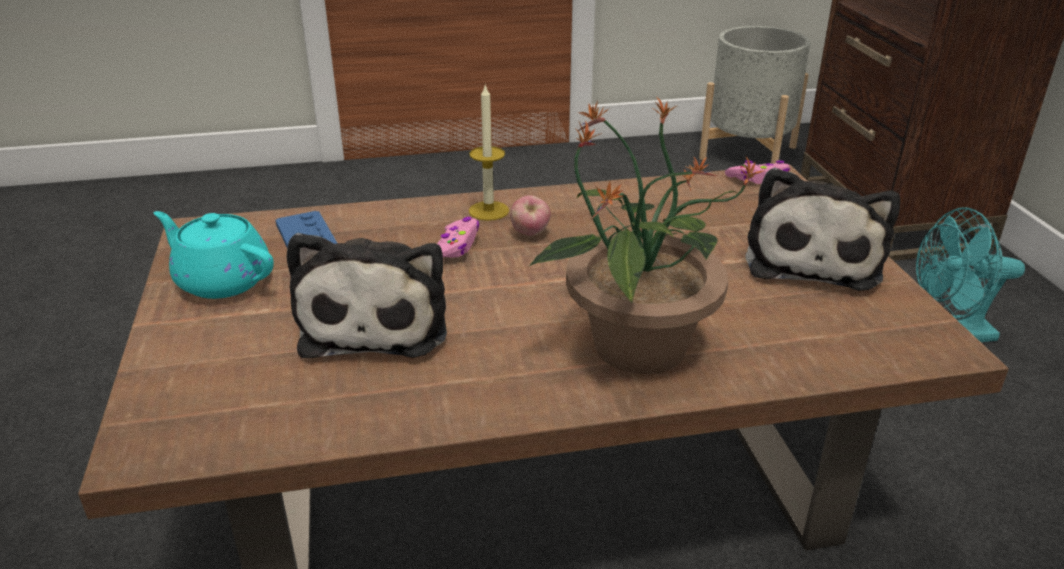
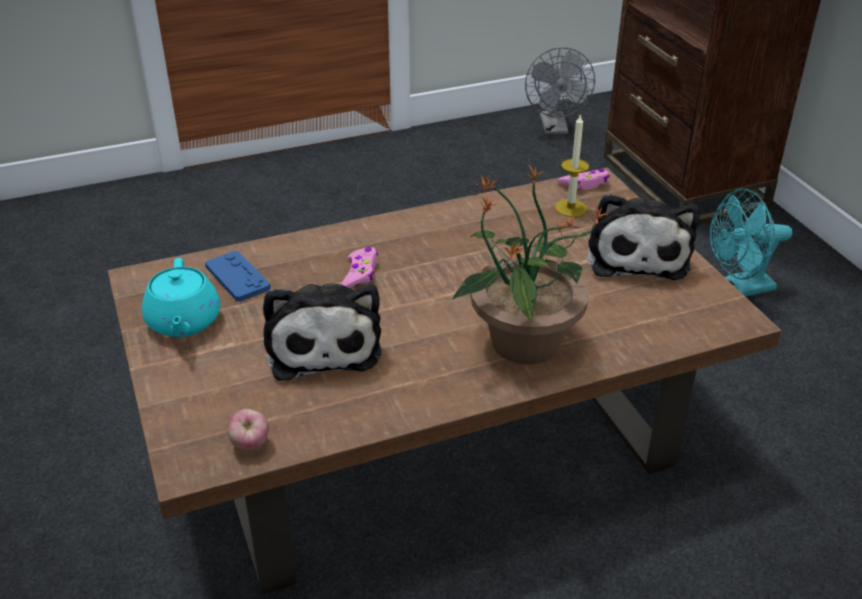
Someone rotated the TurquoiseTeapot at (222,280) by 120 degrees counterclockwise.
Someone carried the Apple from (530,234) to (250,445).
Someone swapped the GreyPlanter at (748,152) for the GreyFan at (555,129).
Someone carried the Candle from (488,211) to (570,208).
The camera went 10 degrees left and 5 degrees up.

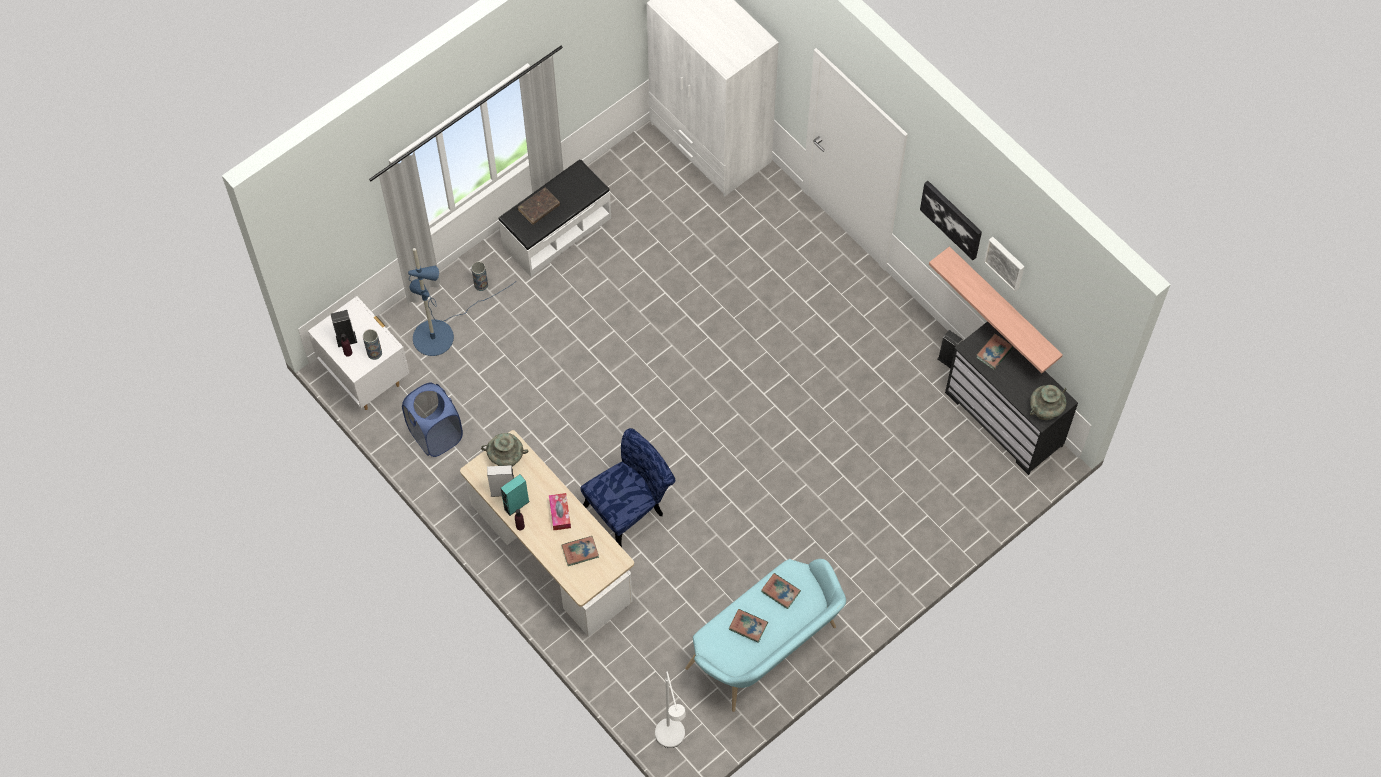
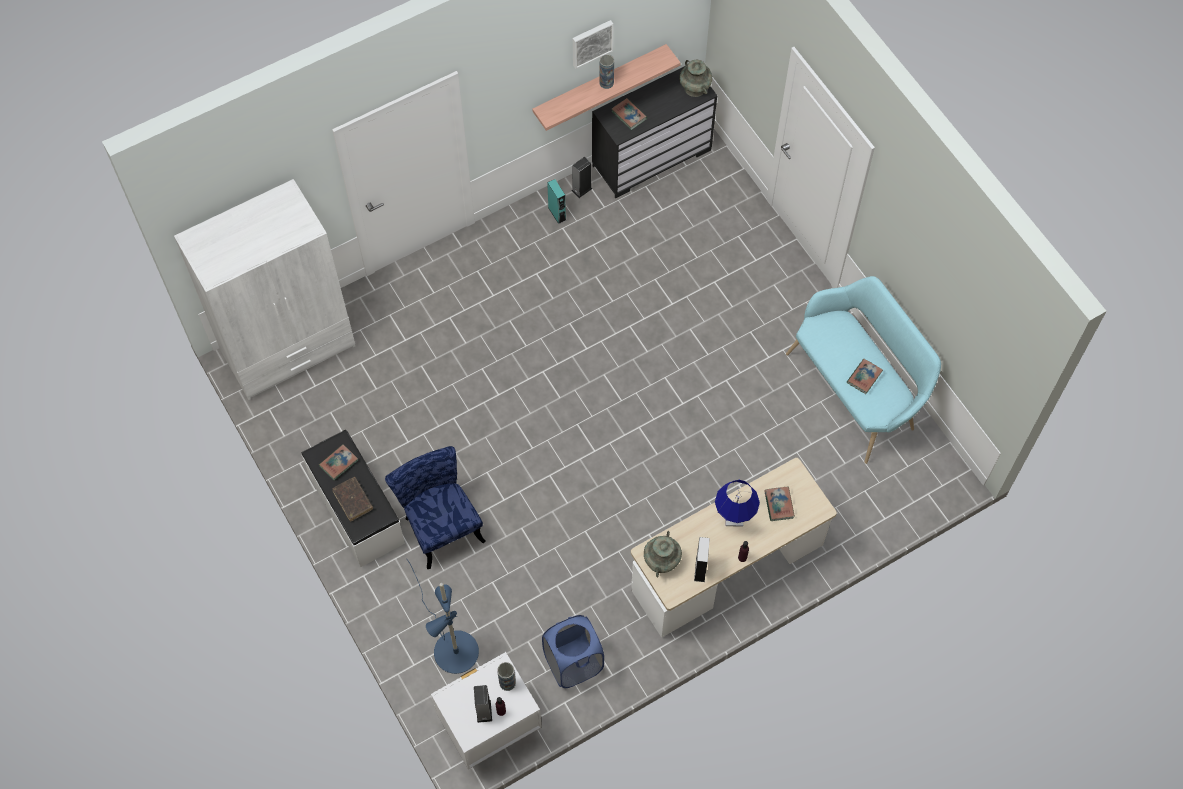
Someone carried the Book from (780,592) to (338,463).
Someone carried the BlueChair from (630,508) to (440,524).
Someone carried the TurquoiseSpeaker from (516,505) to (557,214).
Someone carried the Vase from (481,284) to (606,82).
Someone swapped the TissueBox at (560,514) for the BlueTableLamp at (734,518).
Someone took away the WhiteFloorLamp at (672,741).
Someone took away the Picture at (952,219).
The camera went 80 degrees left and 0 degrees up.

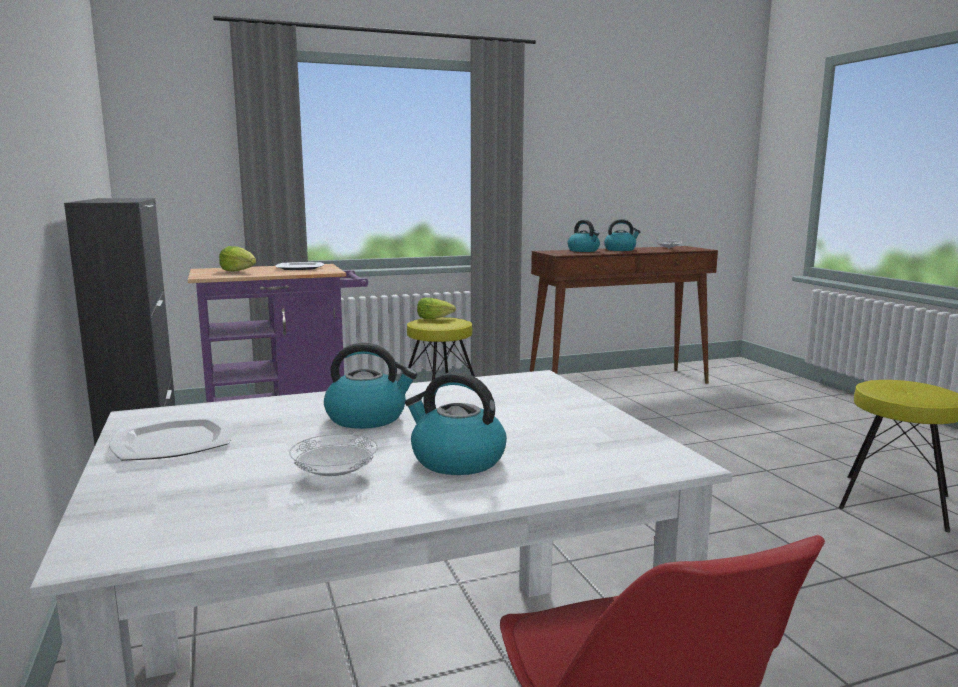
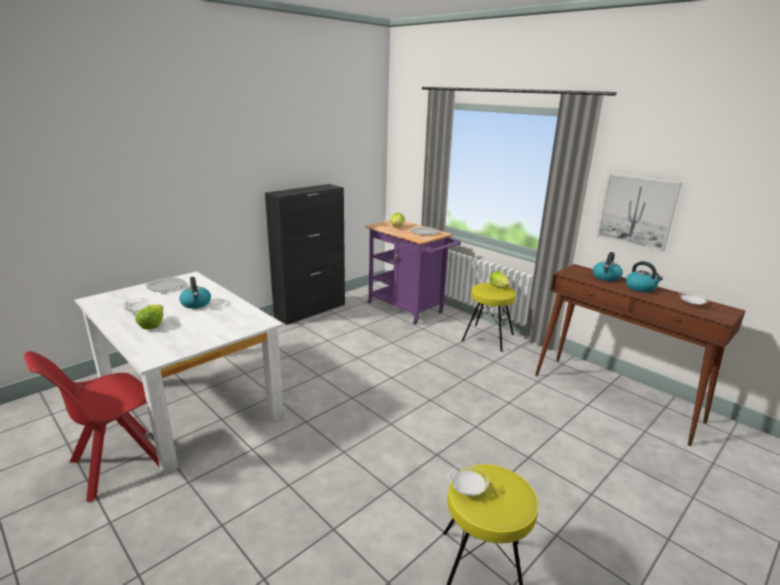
Someone swapped the Kettle at (456,460) for the Lettuce at (152,324).
Someone put down the WhitePlate at (468,489).
Someone put up the Picture at (637,211).
The camera went 65 degrees right and 10 degrees up.

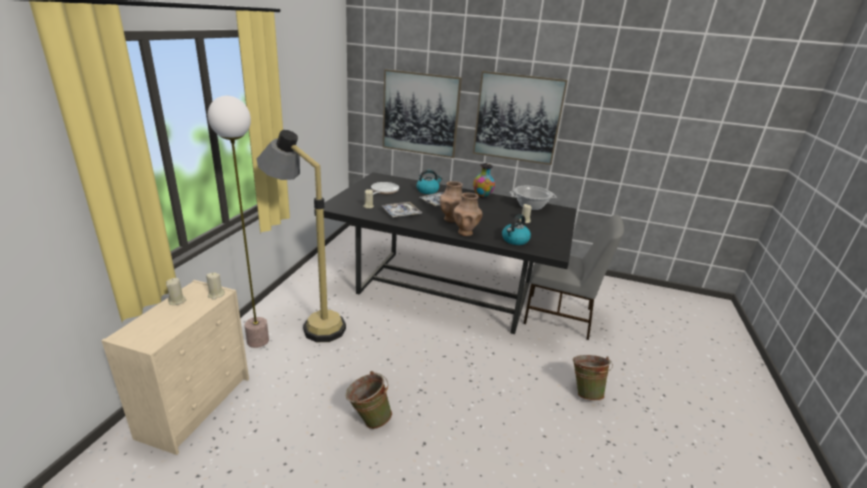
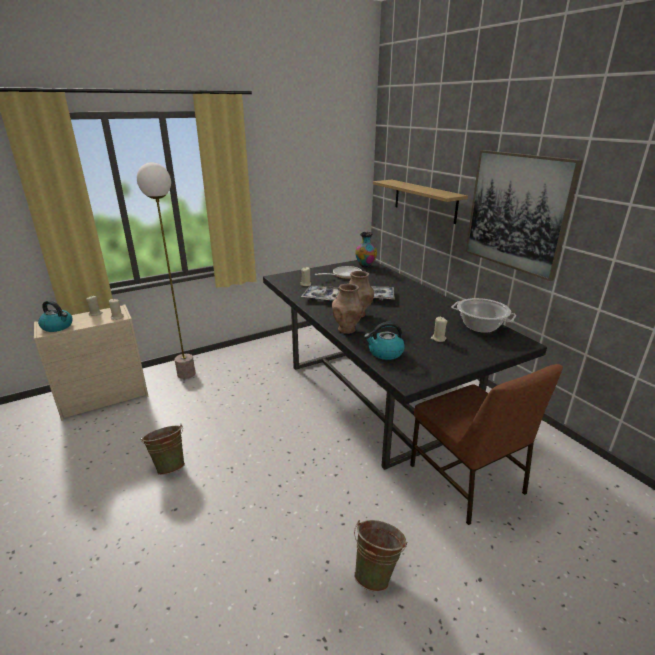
Someone carried the Kettle from (428,190) to (58,326).
Someone carried the Vase from (482,196) to (365,265).
Someone swapped the Picture at (420,114) for the Shelf at (425,201).
Someone repainted the GreyChair at (559,316), which became the BrownChair at (467,480).
Someone took away the FloorLamp at (309,323).
The camera went 45 degrees right and 0 degrees up.

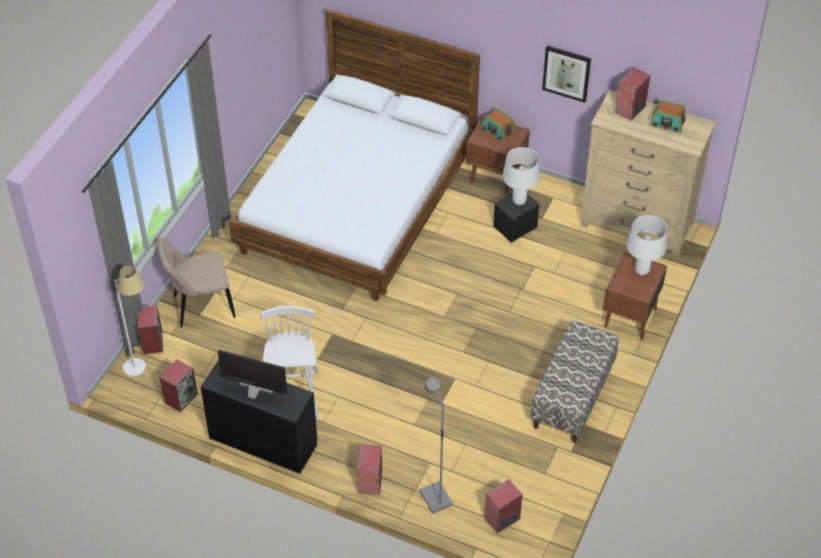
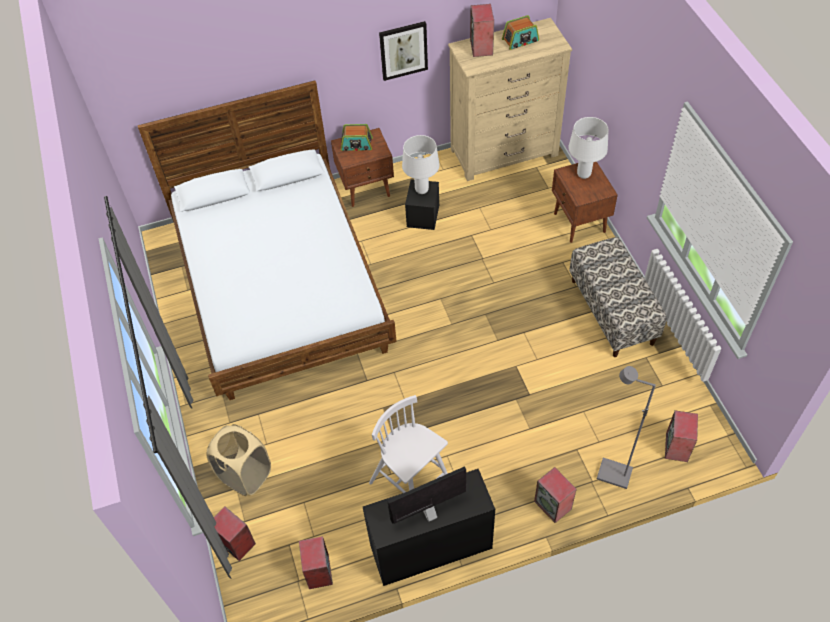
Someone swapped the BeigeChair at (200,307) for the BeigeLaundryBasket at (245,475).
Someone took away the WhiteFloorLamp at (143,371).
The camera went 40 degrees left and 5 degrees up.

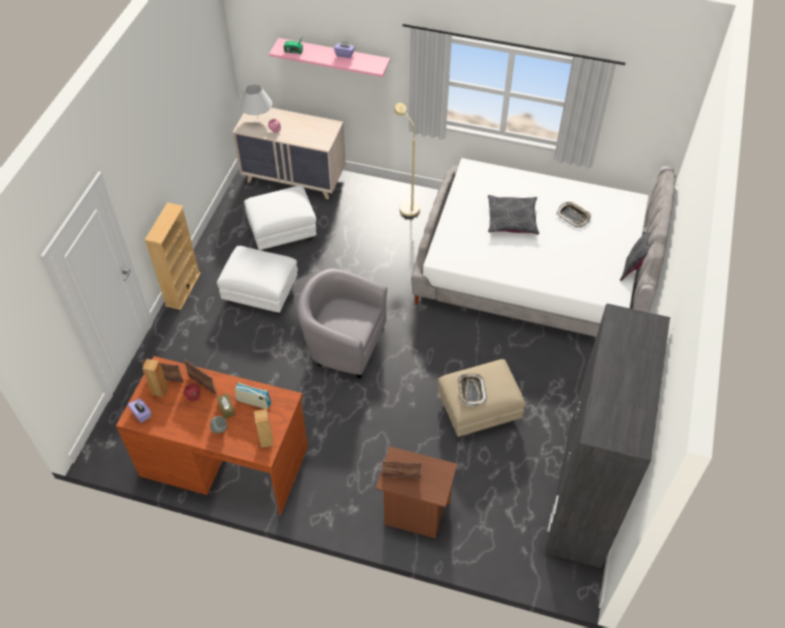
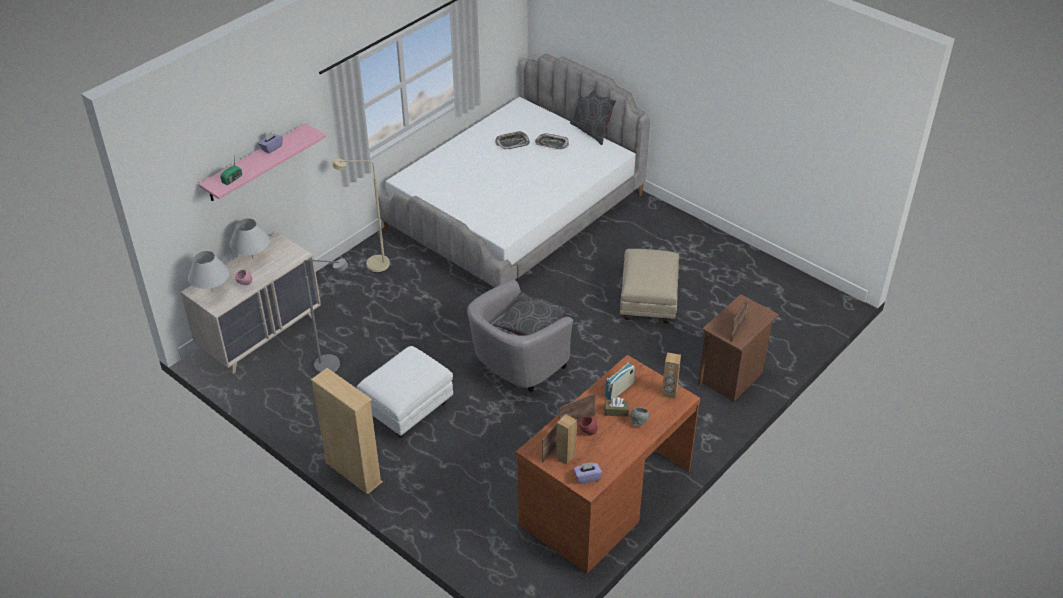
Someone put down the WhiteTableLamp at (253,258).
Someone swapped the WhiteOttoman at (283,232) for the GreyFloorLamp at (334,366).
Someone carried the GreyPillow from (512,219) to (531,323).
Someone carried the Tray from (471,391) to (551,144).
Someone took away the GreyWardrobe at (584,495).
The camera went 65 degrees left and 10 degrees down.

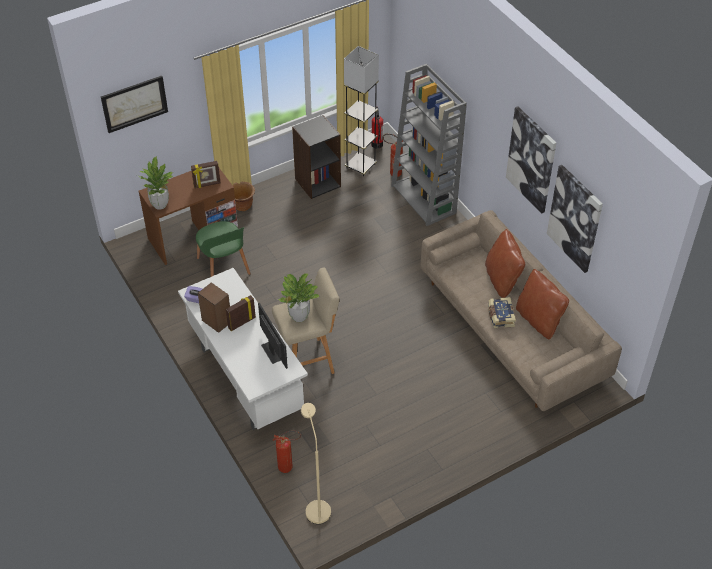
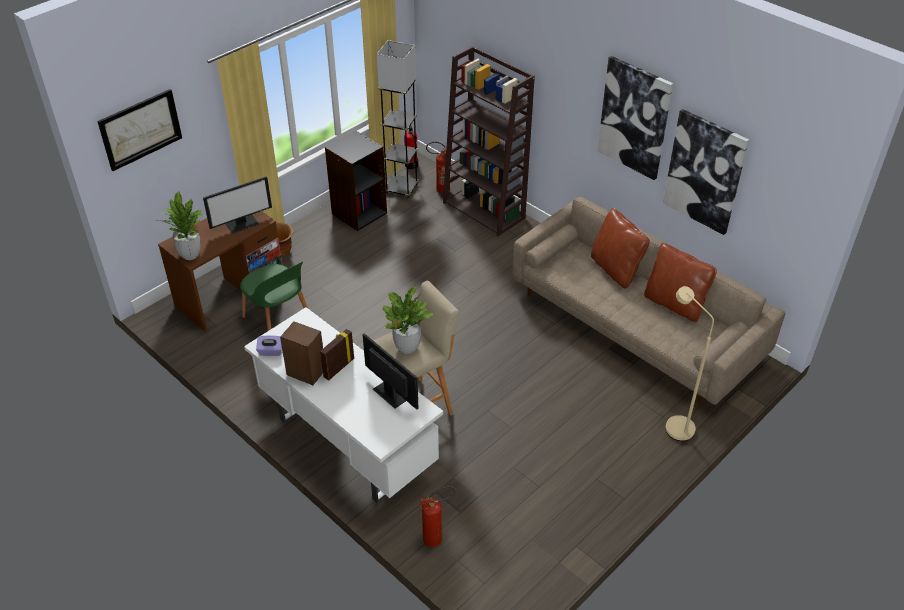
Someone swapped the PictureFrame at (207,184) for the Monitor at (242,223).
Someone repainted the GreyBookcase at (424,199), which became the BrownBookcase at (484,210).
Someone carried the BeigeFloorLamp from (316,506) to (674,424).
Someone took away the Book at (500,316).
The camera went 15 degrees left and 5 degrees down.

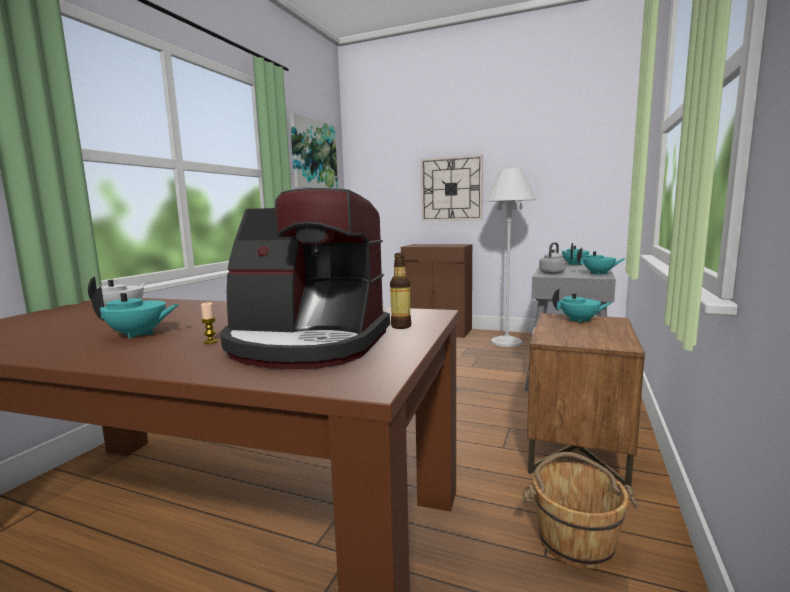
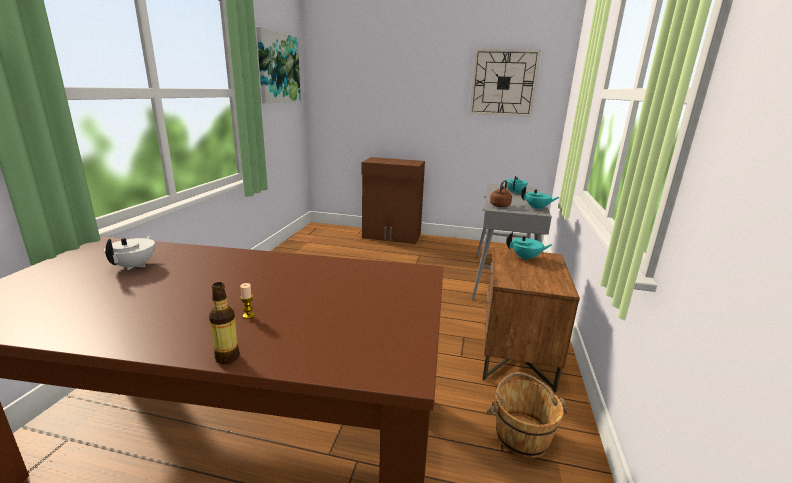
Someone carried the Bottle from (401,326) to (227,357).
Someone carried the WallClock from (451,189) to (503,83).
Someone repainted the GreyKettle at (552,273), which became the BrownKettle at (500,205).
Someone took away the TurquoiseTeapot at (138,334).
Someone took away the CoffeeMachine at (307,344).
Someone took away the WhiteFloorLamp at (506,342).
The camera went 10 degrees left and 10 degrees up.

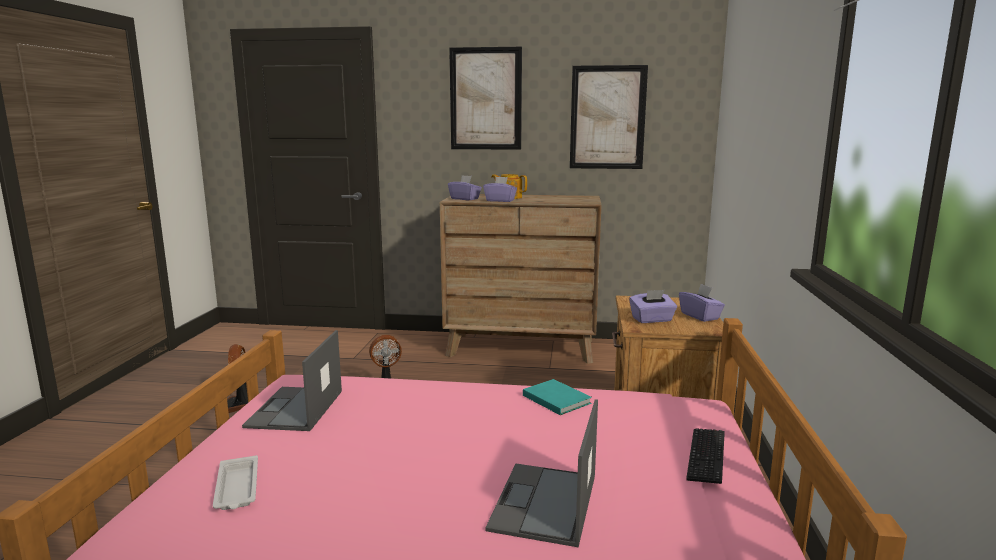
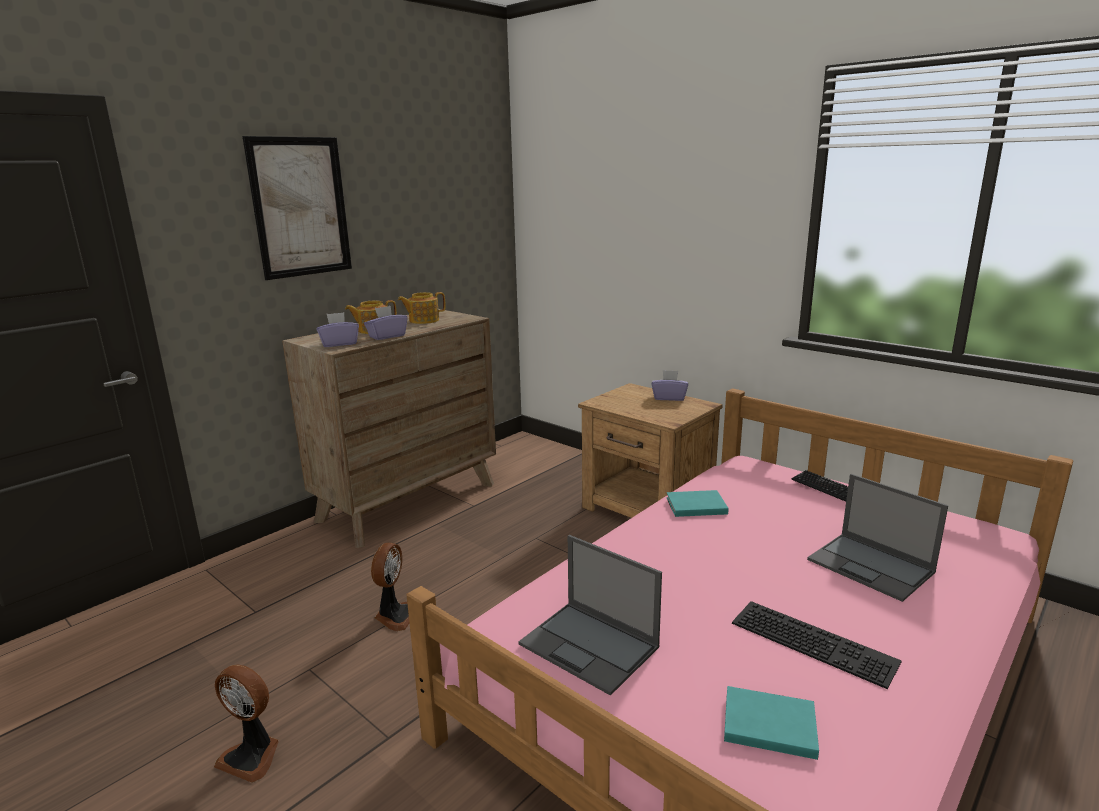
Someone put down the Teapot at (423,320).
Someone swapped the WhiteTray at (237,488) for the TurquoiseBook at (766,723).
Someone put down the Keyboard at (815,641).
Someone took away the Picture at (607,117).
Someone took away the PurpleTissueBox at (652,320).
The camera went 55 degrees left and 5 degrees up.

